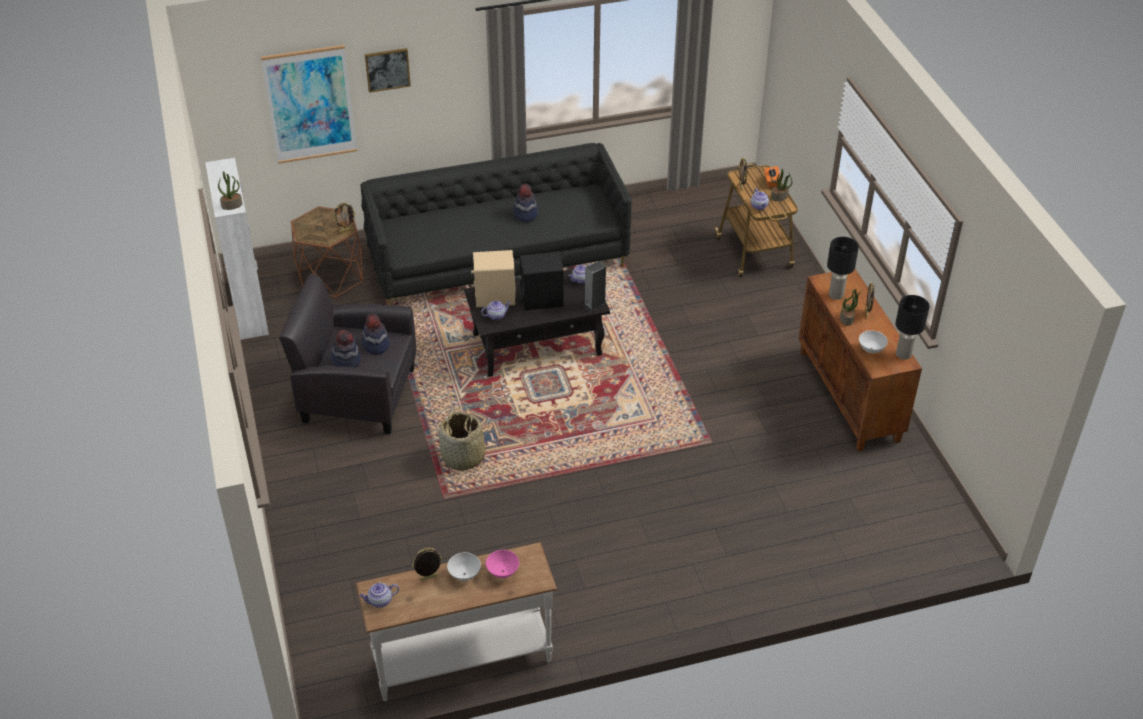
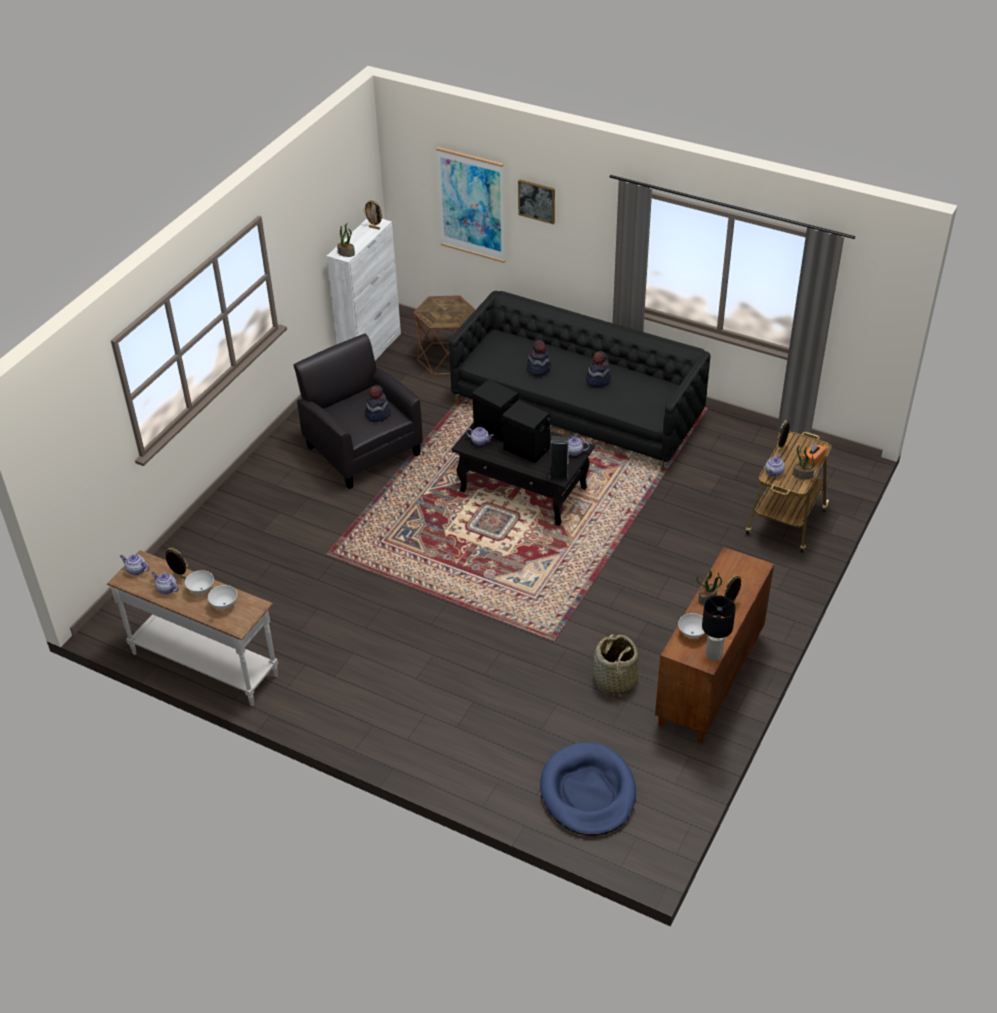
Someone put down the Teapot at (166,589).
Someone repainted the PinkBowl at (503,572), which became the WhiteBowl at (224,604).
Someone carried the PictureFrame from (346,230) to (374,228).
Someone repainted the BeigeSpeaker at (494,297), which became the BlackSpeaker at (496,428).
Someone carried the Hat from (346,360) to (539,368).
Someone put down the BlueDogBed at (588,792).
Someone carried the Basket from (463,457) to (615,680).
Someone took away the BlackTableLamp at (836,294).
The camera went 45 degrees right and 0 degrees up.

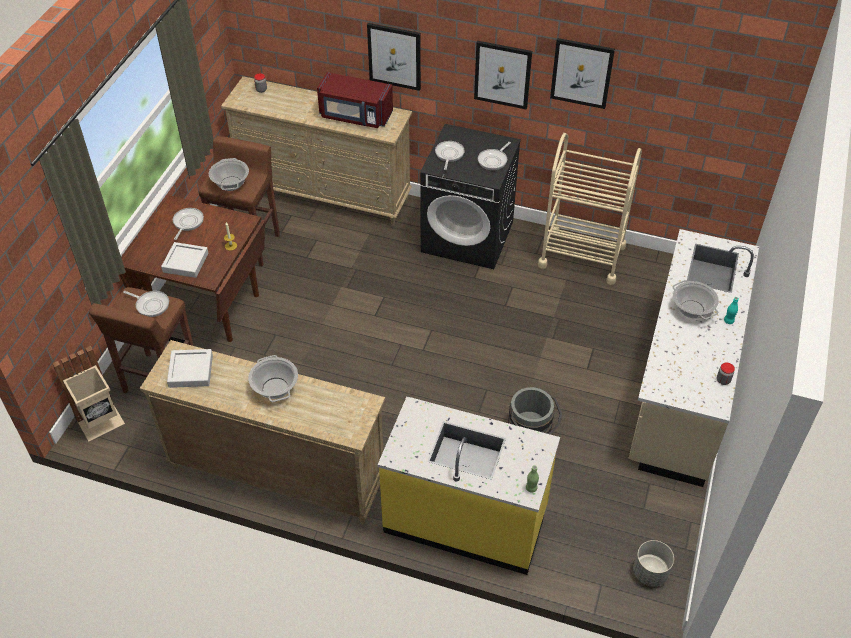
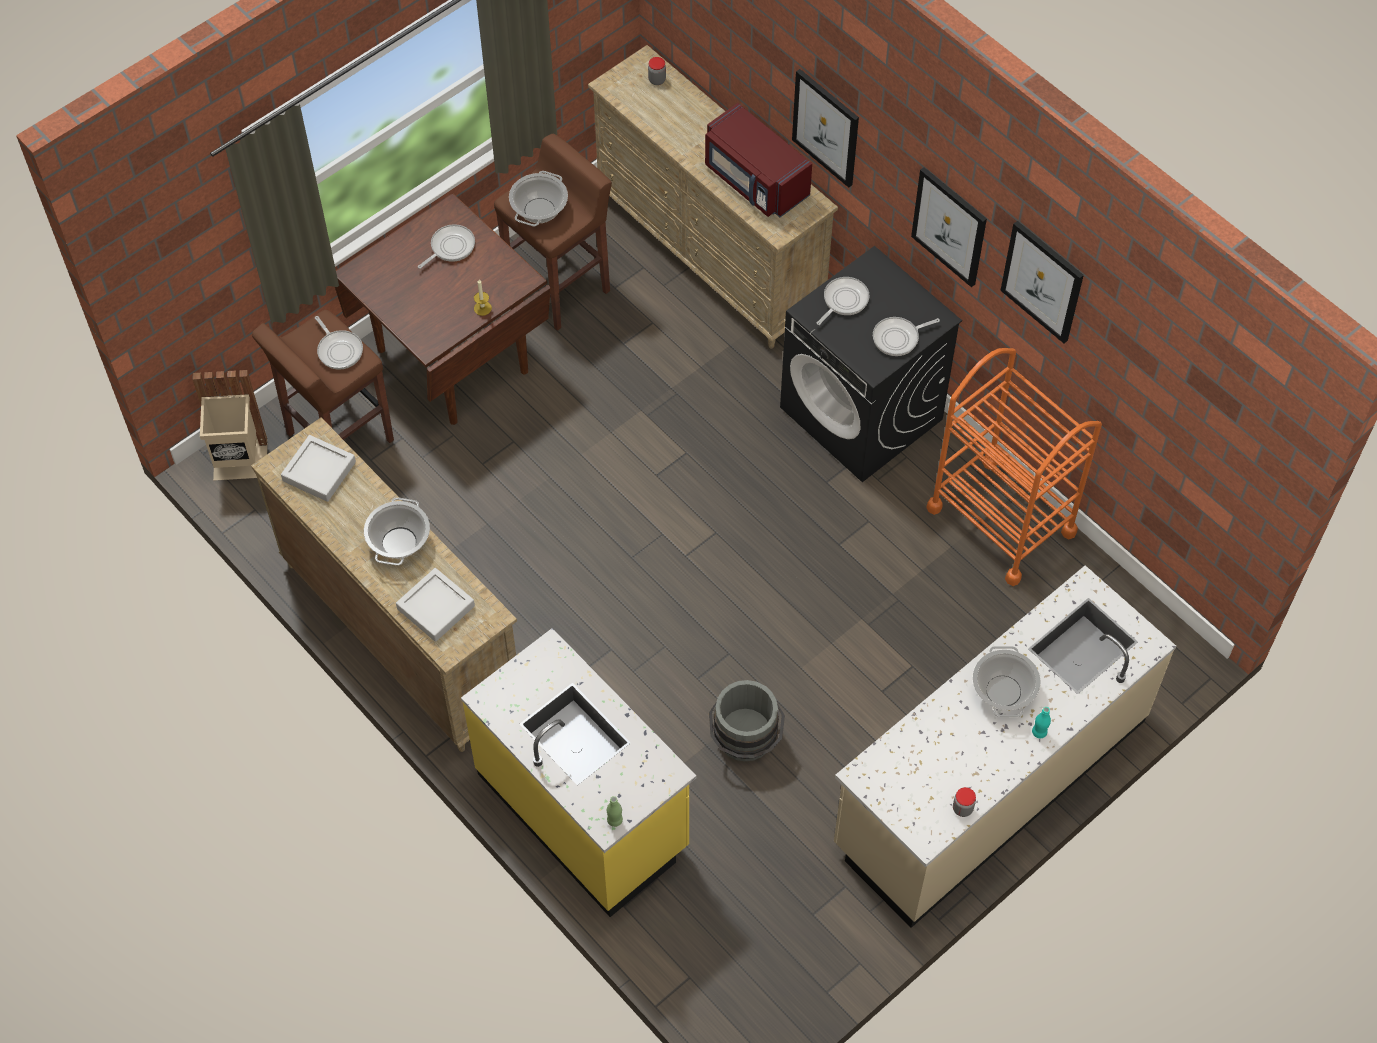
Someone carried the GreyTray from (185,262) to (436,607).
Someone repainted the BeigeCart at (582,256), which became the OrangeCart at (1001,520).
Someone took away the GreyPlanter at (650,572).
The camera went 30 degrees right and 10 degrees up.

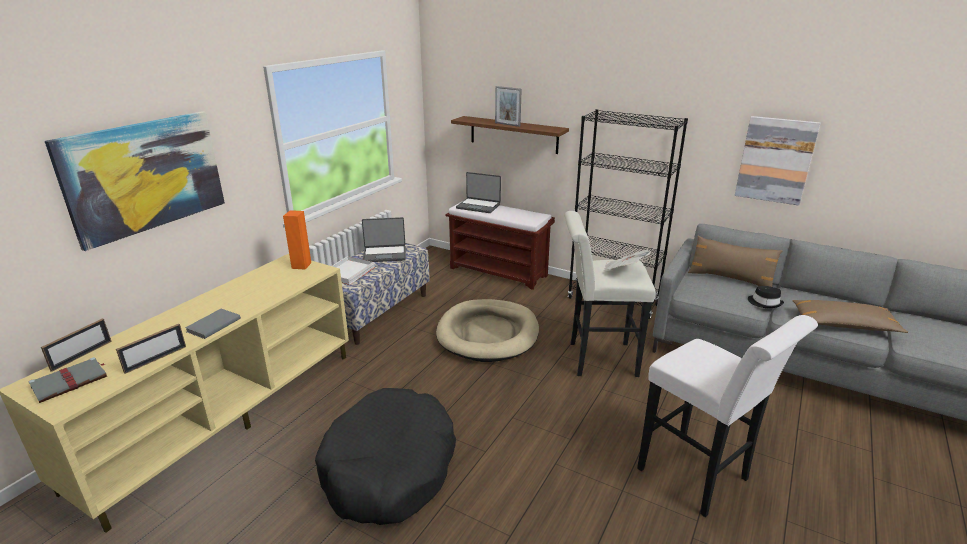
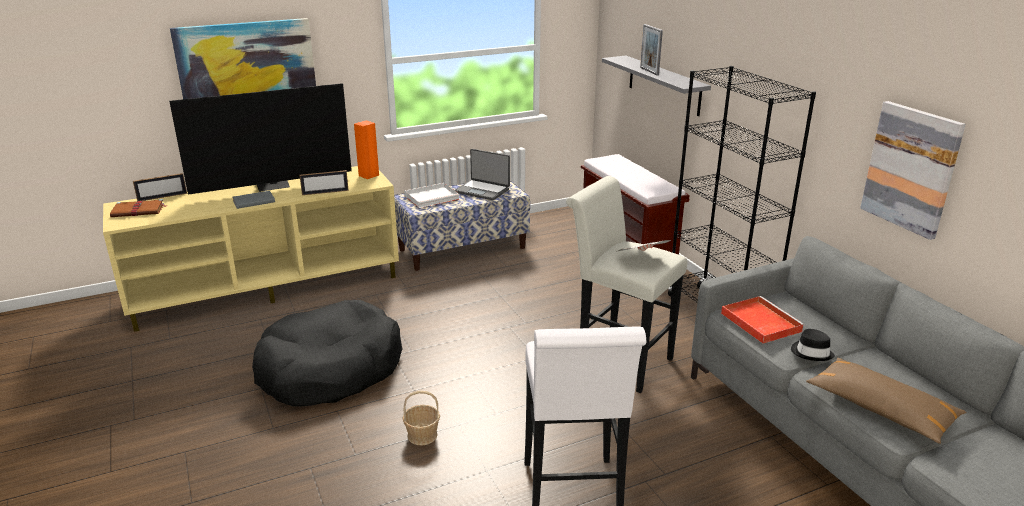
Someone repainted the GreyBook at (71,381), which became the BrownBook at (139,210).
Someone put down the Television at (273,186).
Someone carried the PictureFrame from (156,359) to (325,192).
Someone put down the Basket at (422,435).
Someone repainted the BrownShelf at (513,134), which became the GreyShelf at (664,85).
Someone put down the RedTray at (759,321).
Someone took away the BeigeDogBed at (488,334).
Someone took away the Laptop at (478,206).
Someone took away the BrownPillow at (730,279).
The camera went 35 degrees right and 0 degrees up.

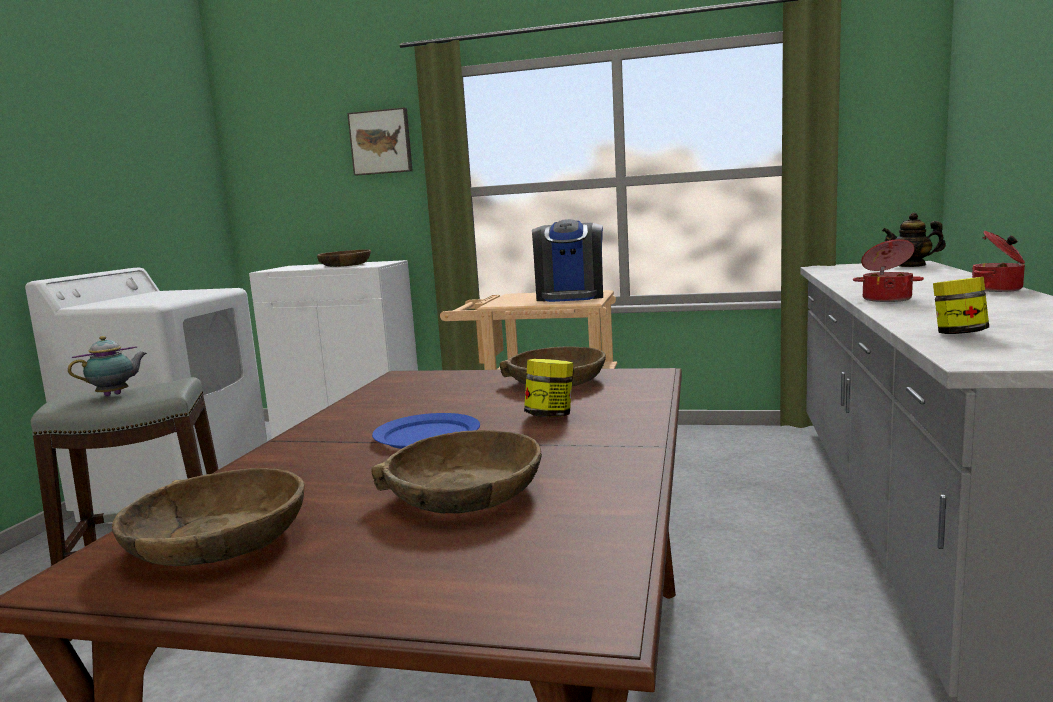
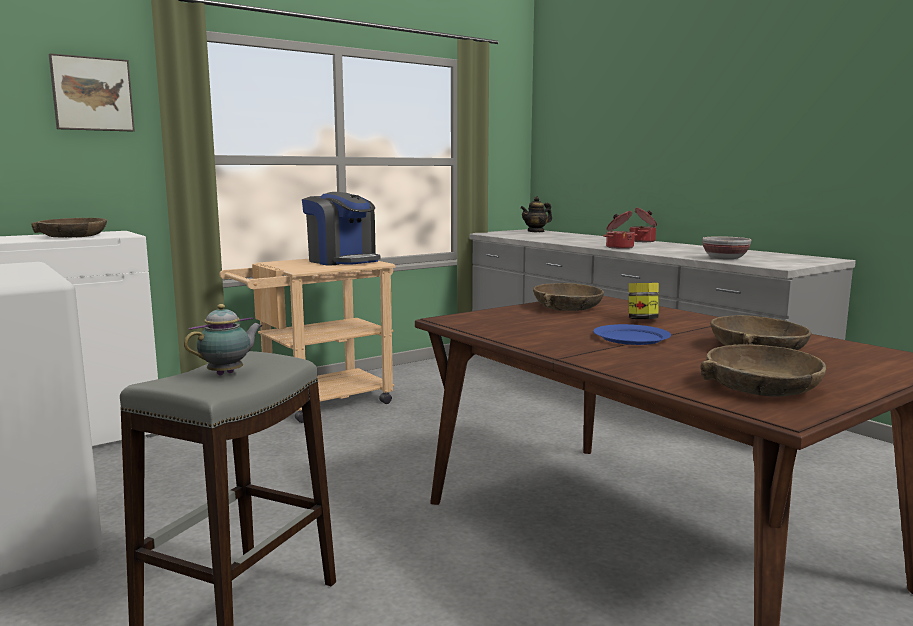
Someone rotated the Teapot at (115,395) by 45 degrees clockwise.
Someone swapped the Jar at (959,334) for the Bowl at (725,258).
The camera went 50 degrees left and 0 degrees up.

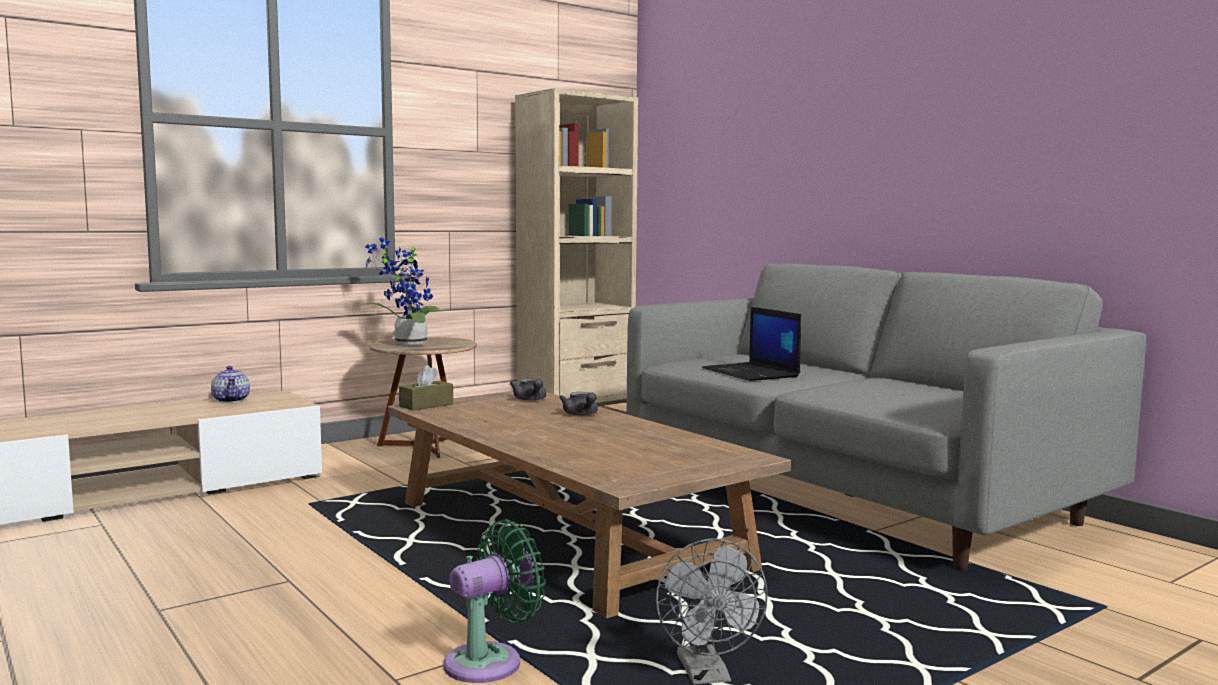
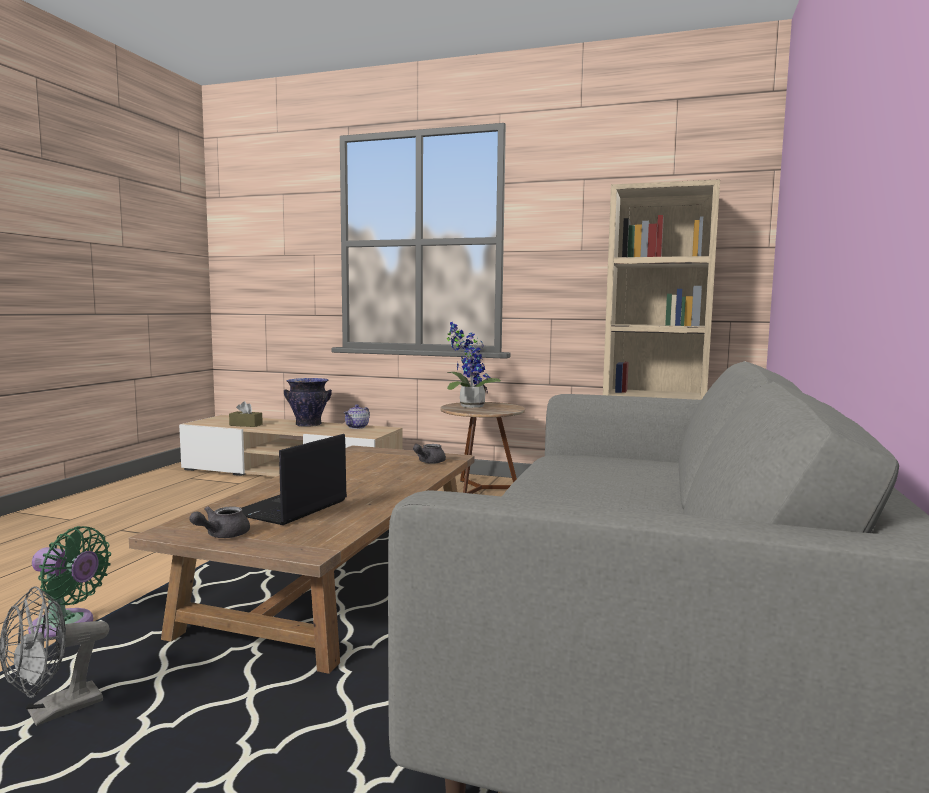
Someone carried the GreyTeapot from (581,415) to (222,535).
Someone carried the BrownTissueBox from (426,405) to (246,425).
Someone carried the Laptop from (752,373) to (290,508).
Someone put down the Vase at (308,425).
The camera went 55 degrees right and 0 degrees up.

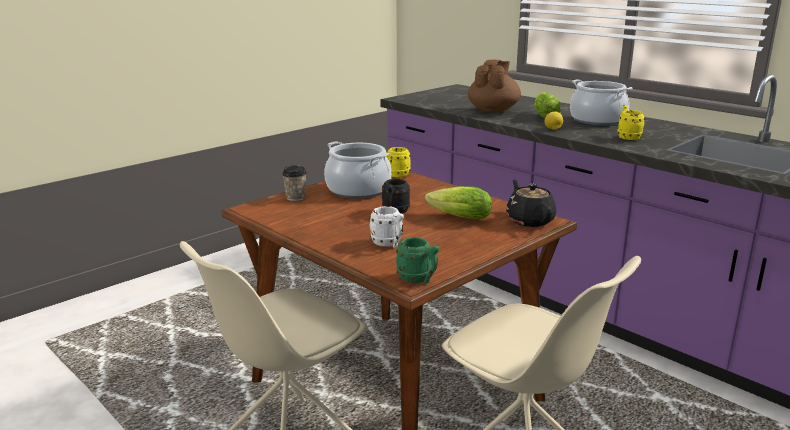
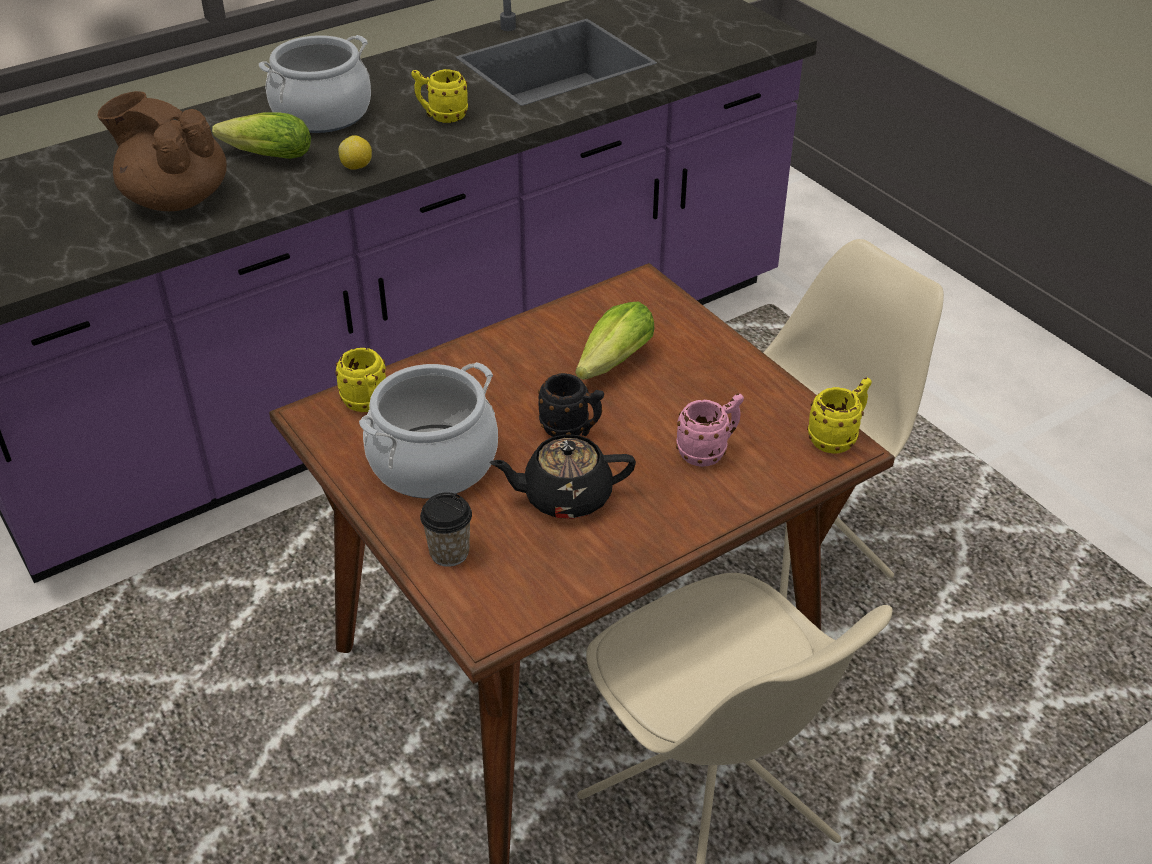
Someone carried the BlackTeapot from (529,220) to (565,497).
Someone repainted the WhiteMug at (389,244), which became the PinkMug at (708,452).
Someone repainted the GreenMug at (418,280), which became the YellowMug at (837,438).
The camera went 80 degrees left and 20 degrees up.

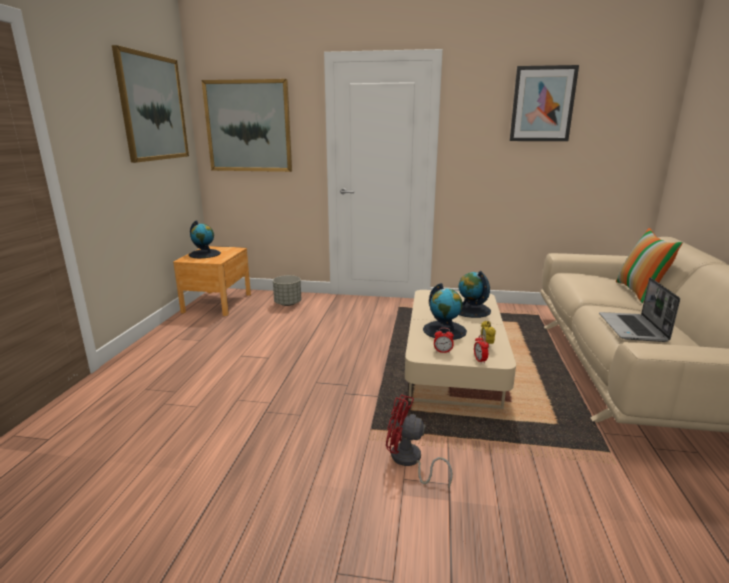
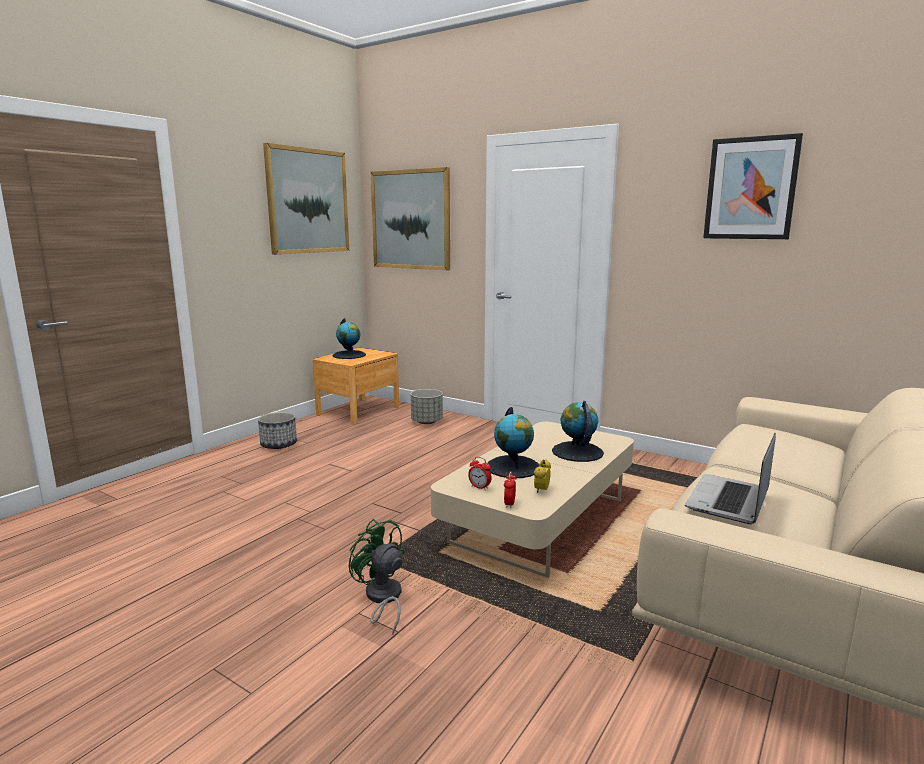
Someone put down the Planter at (279,444).
Someone repainted the RedFan at (409,461), which became the GreenFan at (382,599).
Someone took away the Pillow at (639,292).
The camera went 25 degrees right and 5 degrees down.

